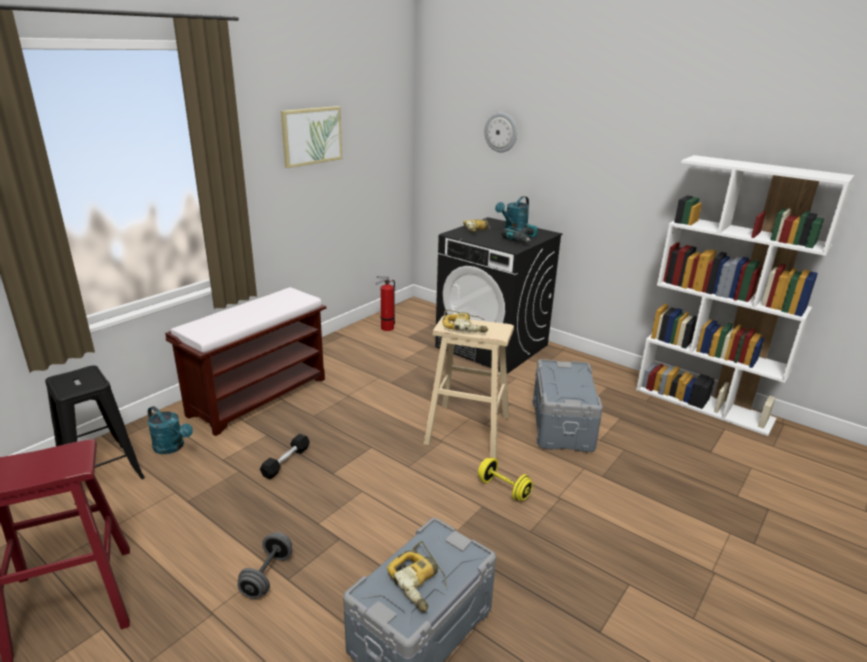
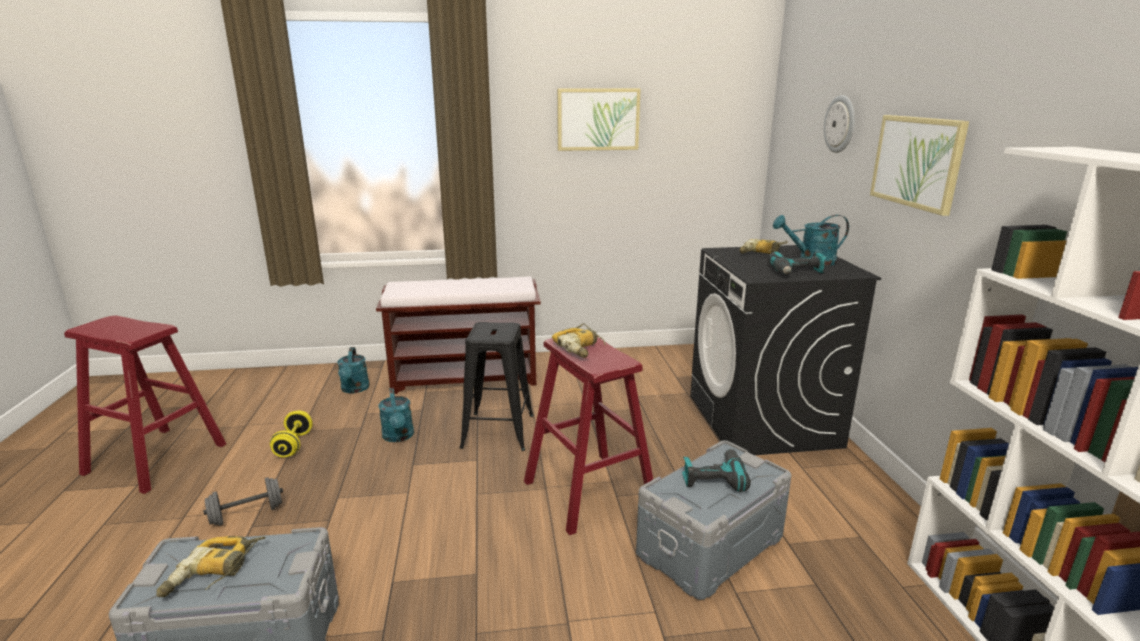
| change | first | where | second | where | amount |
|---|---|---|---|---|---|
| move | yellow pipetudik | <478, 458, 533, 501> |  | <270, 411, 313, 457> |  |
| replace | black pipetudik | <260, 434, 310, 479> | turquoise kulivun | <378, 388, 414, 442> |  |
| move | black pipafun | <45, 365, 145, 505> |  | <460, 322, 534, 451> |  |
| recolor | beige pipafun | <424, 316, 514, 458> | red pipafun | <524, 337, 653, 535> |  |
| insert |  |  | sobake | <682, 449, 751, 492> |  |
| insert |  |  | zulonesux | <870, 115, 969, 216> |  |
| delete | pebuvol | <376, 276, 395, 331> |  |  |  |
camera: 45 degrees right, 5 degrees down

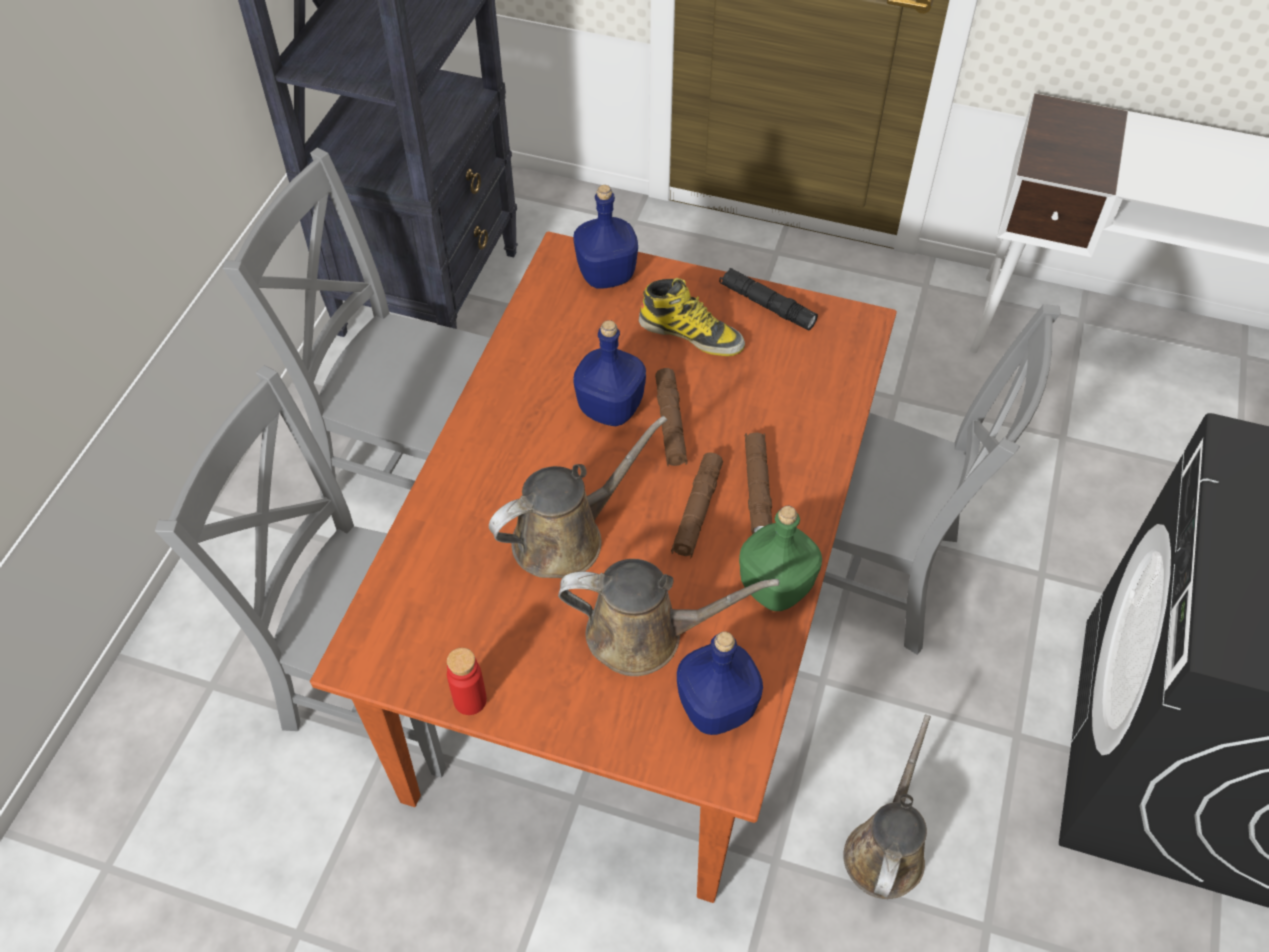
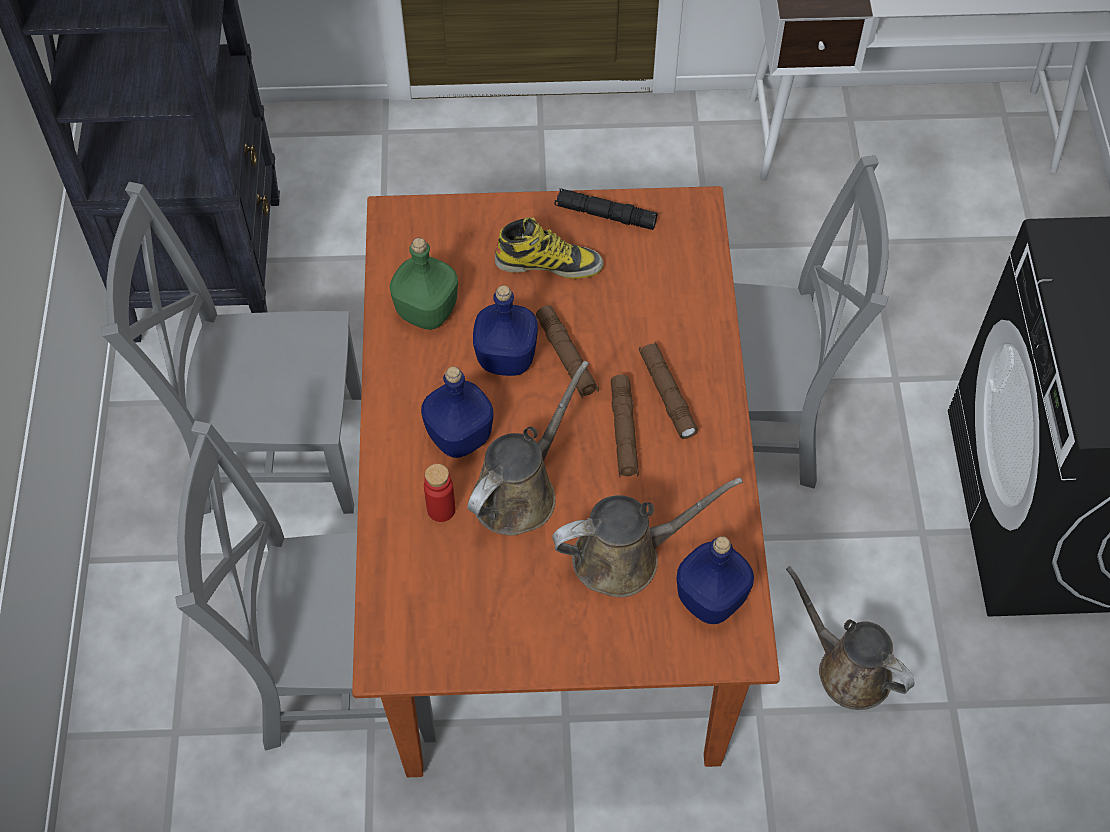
| change | first | where | second | where | amount |
|---|---|---|---|---|---|
| move | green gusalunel | <739, 506, 822, 611> |  | <390, 238, 458, 330> |  |
| move | blue gusalunel | <574, 185, 638, 289> |  | <421, 367, 493, 458> |  |
| move | red gusalunel | <447, 648, 487, 715> |  | <424, 464, 456, 522> |  |
| rotate | brown kulivun | <843, 714, 931, 899> |  | <786, 566, 914, 710> | 45 degrees counterclockwise |
camera: 20 degrees left, 5 degrees up

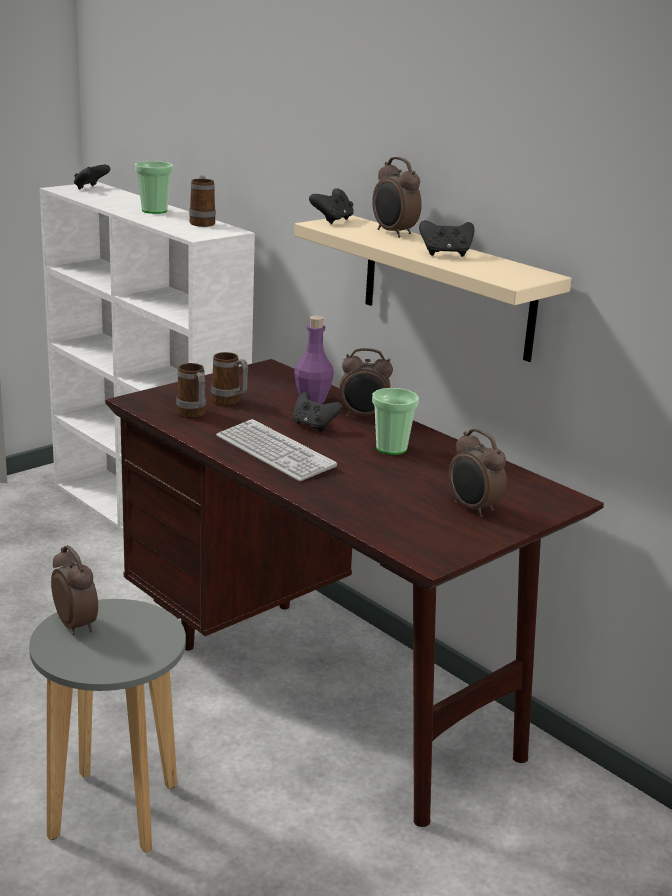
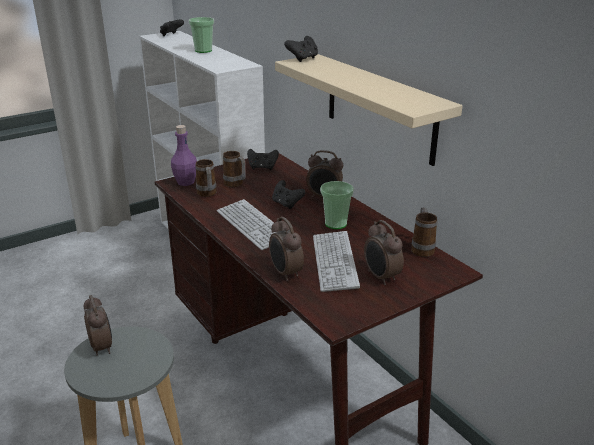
| change | first | where | second | where | amount |
|---|---|---|---|---|---|
| move | purple gusalunel | <294, 316, 334, 404> |  | <171, 125, 197, 186> |  |
| move | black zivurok | <419, 220, 475, 257> |  | <247, 149, 279, 170> |  |
| move | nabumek | <372, 157, 422, 238> |  | <269, 217, 304, 281> |  |
| insert |  |  | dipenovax | <313, 231, 360, 292> |  |
| move | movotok | <189, 175, 216, 227> |  | <411, 207, 437, 257> |  |
camera: 10 degrees right, 5 degrees up

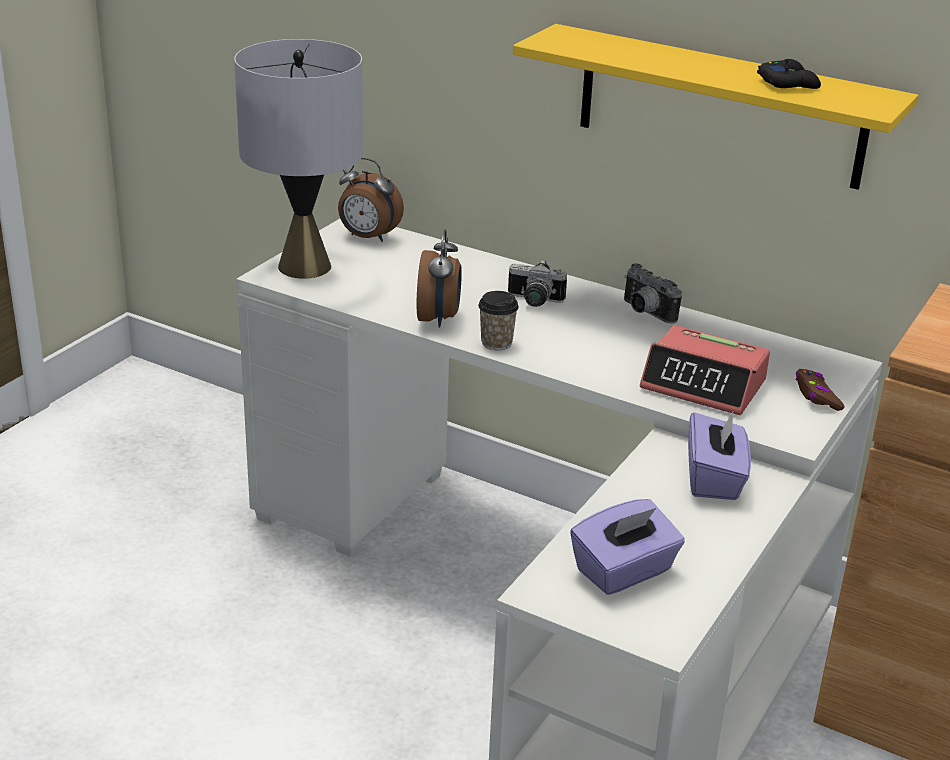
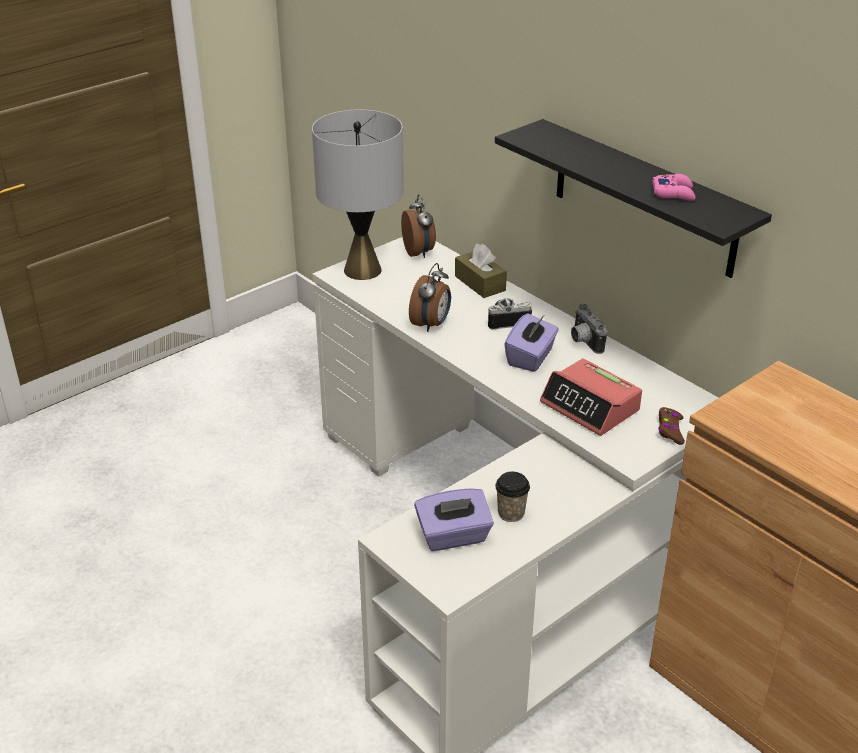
| change | first | where | second | where | amount |
|---|---|---|---|---|---|
| rotate | nabumek | <338, 158, 404, 242> |  | <401, 194, 436, 258> | 150 degrees counterclockwise |
| insert |  |  | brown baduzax | <455, 244, 507, 298> |  |
| rotate | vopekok | <508, 259, 567, 307> |  | <488, 298, 532, 329> | 135 degrees clockwise |
| recolor | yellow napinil | <513, 24, 918, 190> | black napinil | <495, 119, 772, 278> |  |
| move | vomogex | <478, 291, 519, 350> |  | <495, 472, 530, 522> |  |
| move | purple baduzax | <688, 410, 751, 500> |  | <504, 313, 559, 372> |  |
| recolor | black zivurok | <757, 59, 821, 89> | pink zivurok | <653, 174, 696, 201> |  |
camera: 20 degrees right, 5 degrees up

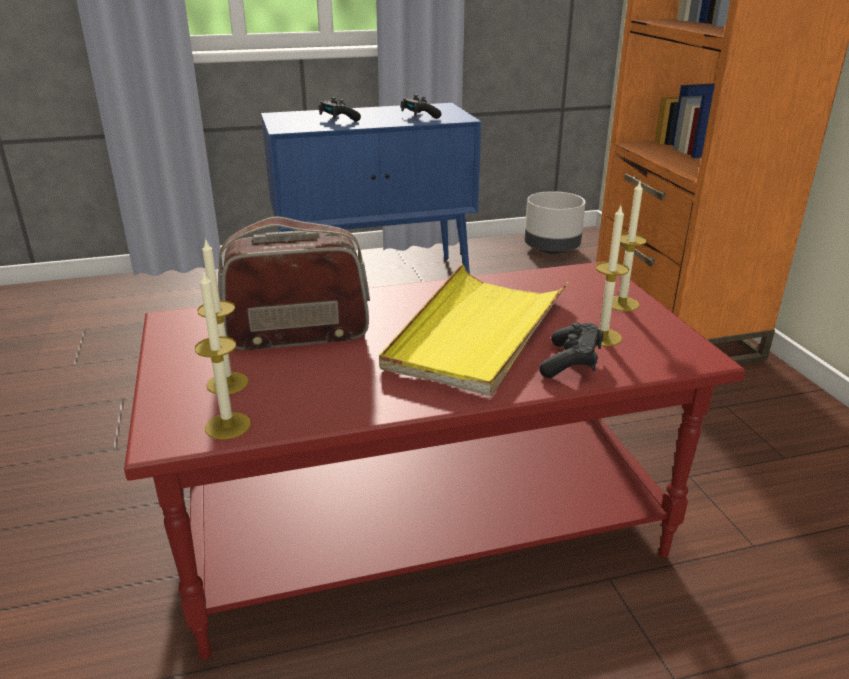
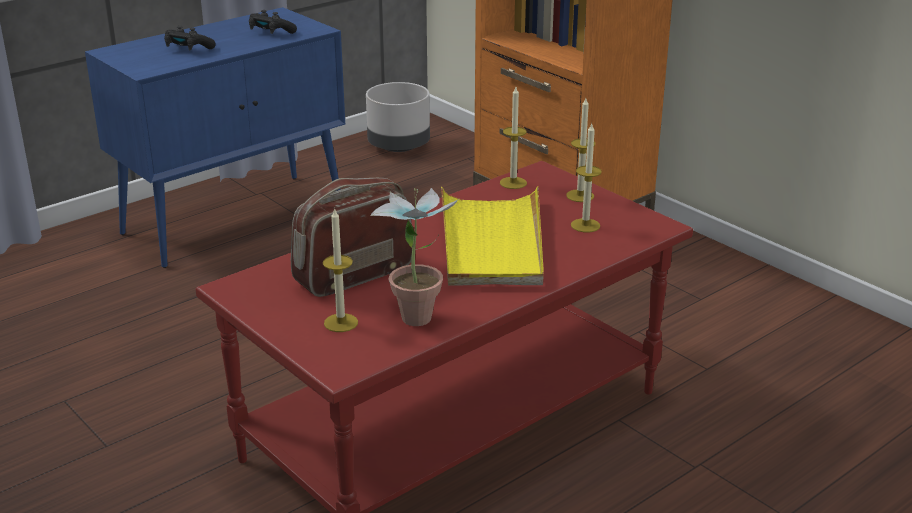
| change | first | where | second | where | amount |
|---|---|---|---|---|---|
| insert |  |  | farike | <370, 188, 458, 326> |  |
| move | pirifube | <195, 270, 251, 440> |  | <500, 87, 527, 189> |  |
| delete | black zivurok | <539, 322, 603, 378> |  |  |  |
camera: 25 degrees left, 0 degrees up

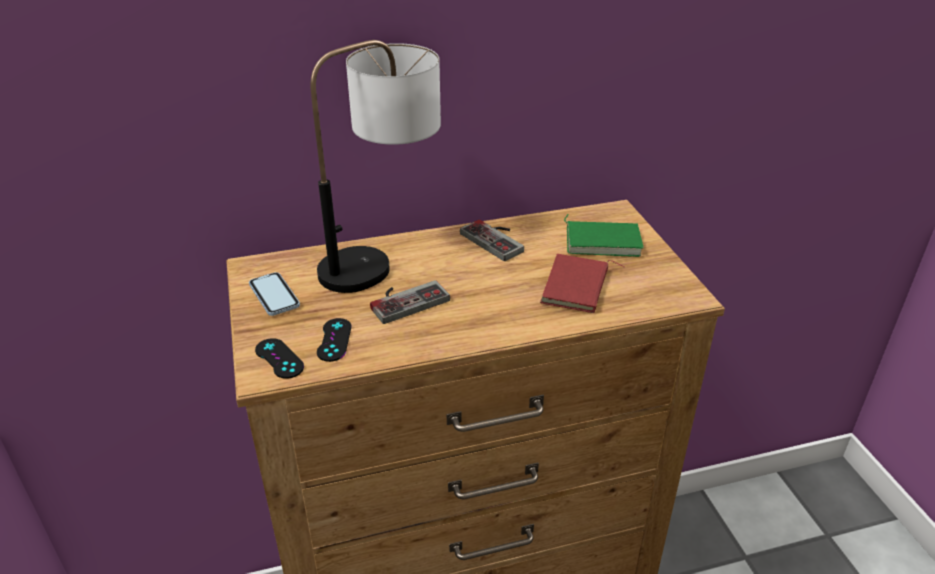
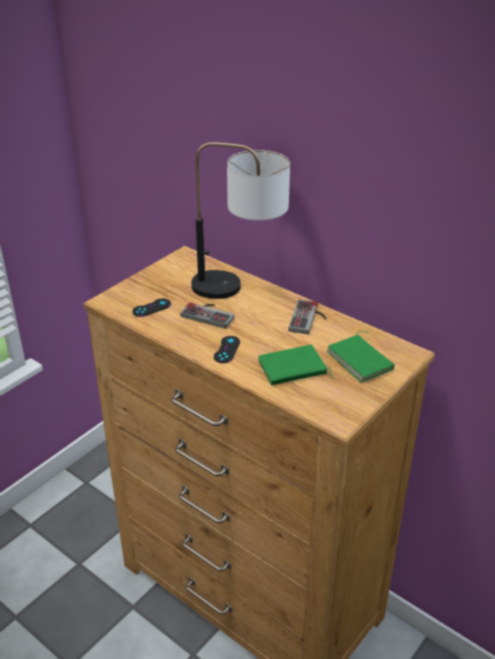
| change | first | where | second | where | amount |
|---|---|---|---|---|---|
| move | black zivurok | <255, 338, 304, 379> |  | <214, 336, 240, 363> |  |
| recolor | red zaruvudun | <540, 254, 625, 313> | green zaruvudun | <258, 345, 332, 385> |  |
| delete | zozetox | <249, 272, 300, 316> |  |  |  |
camera: 55 degrees right, 0 degrees up

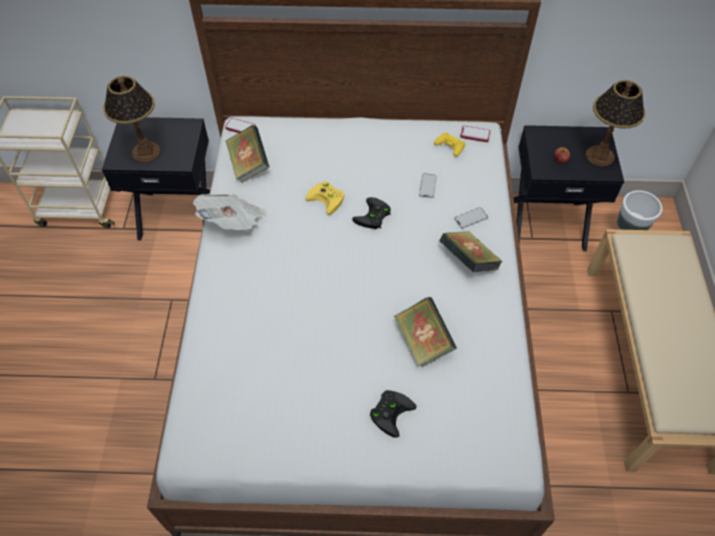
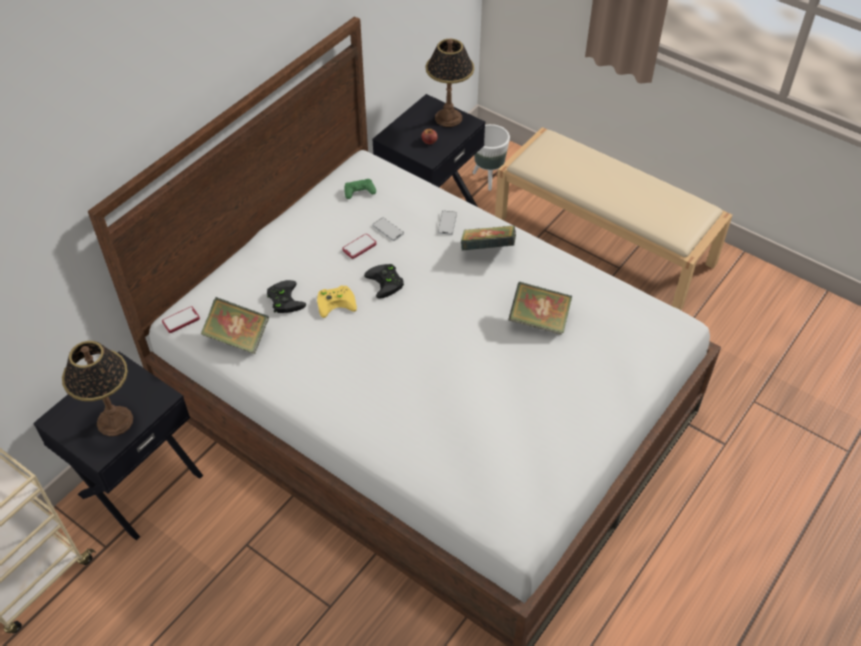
| change | first | where | second | where | amount |
|---|---|---|---|---|---|
| move | black zivurok | <370, 390, 417, 438> |  | <267, 280, 306, 313> |  |
| move | zozetox | <460, 126, 490, 142> |  | <342, 234, 376, 259> |  |
| recolor | yellow zivurok | <434, 133, 466, 157> | green zivurok | <344, 179, 376, 199> |  |
| delete | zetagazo | <193, 194, 266, 231> |  |  |  |
camera: 55 degrees left, 5 degrees down

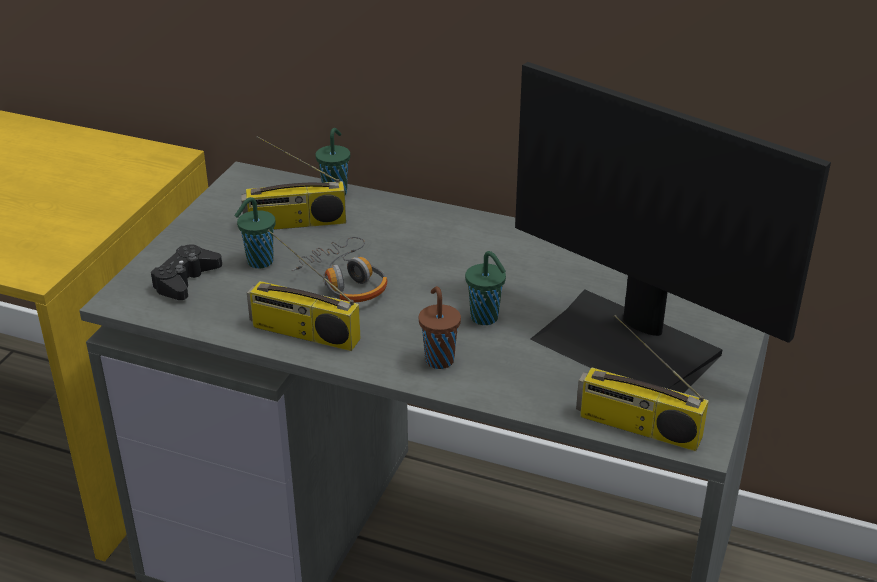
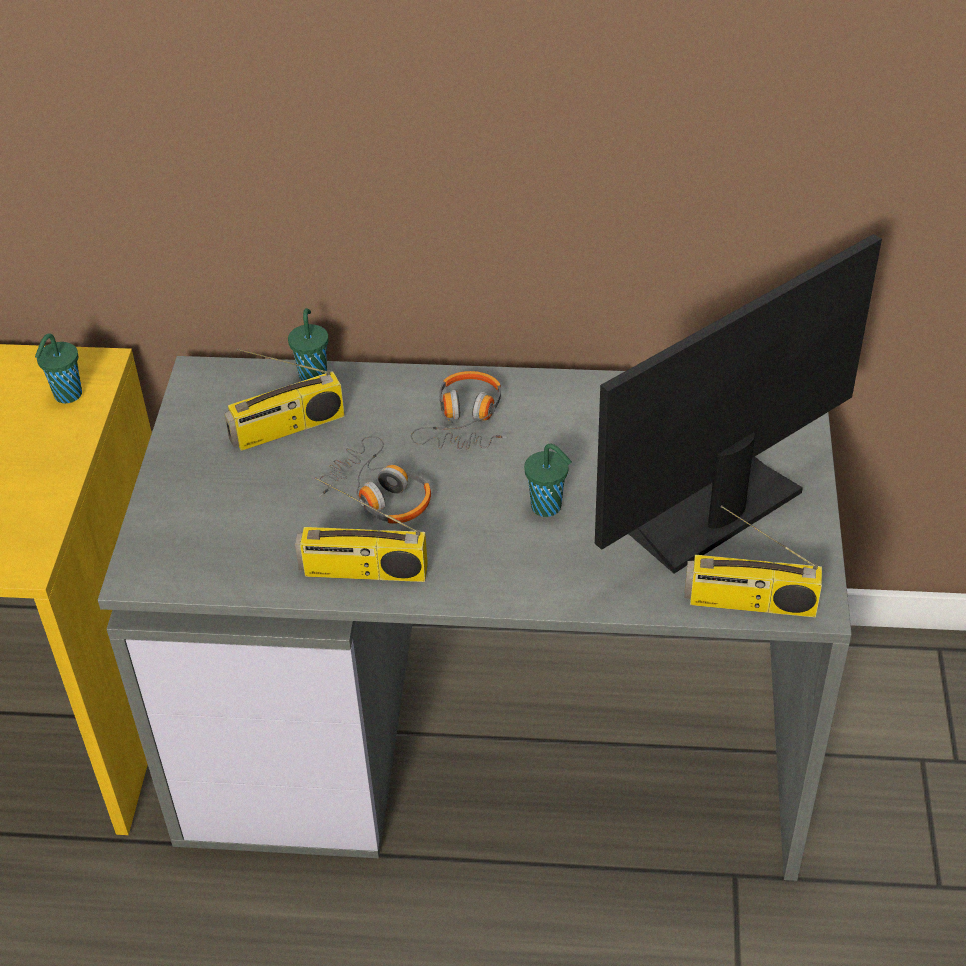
| change | first | where | second | where | amount |
|---|---|---|---|---|---|
| move | green vomogex | <235, 197, 275, 269> |  | <35, 333, 82, 403> |  |
| insert |  |  | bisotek | <411, 371, 507, 449> |  |
| rotate | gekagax | <515, 62, 831, 393> |  | <595, 234, 882, 574> | 120 degrees clockwise |
| delete | black zivurok | <151, 244, 222, 300> |  |  |  |
| delete | brown vomogex | <419, 286, 461, 369> |  |  |  |
camera: 15 degrees left, 10 degrees up

